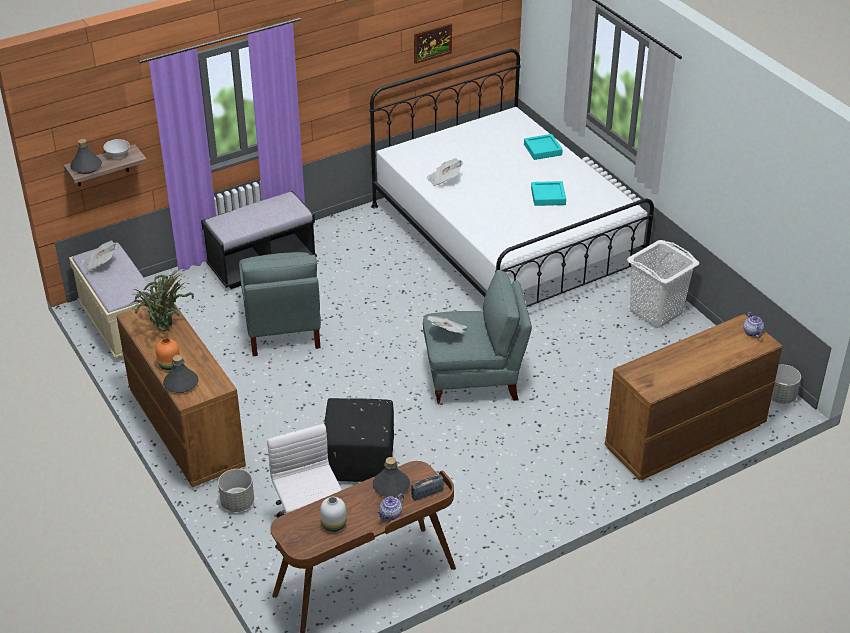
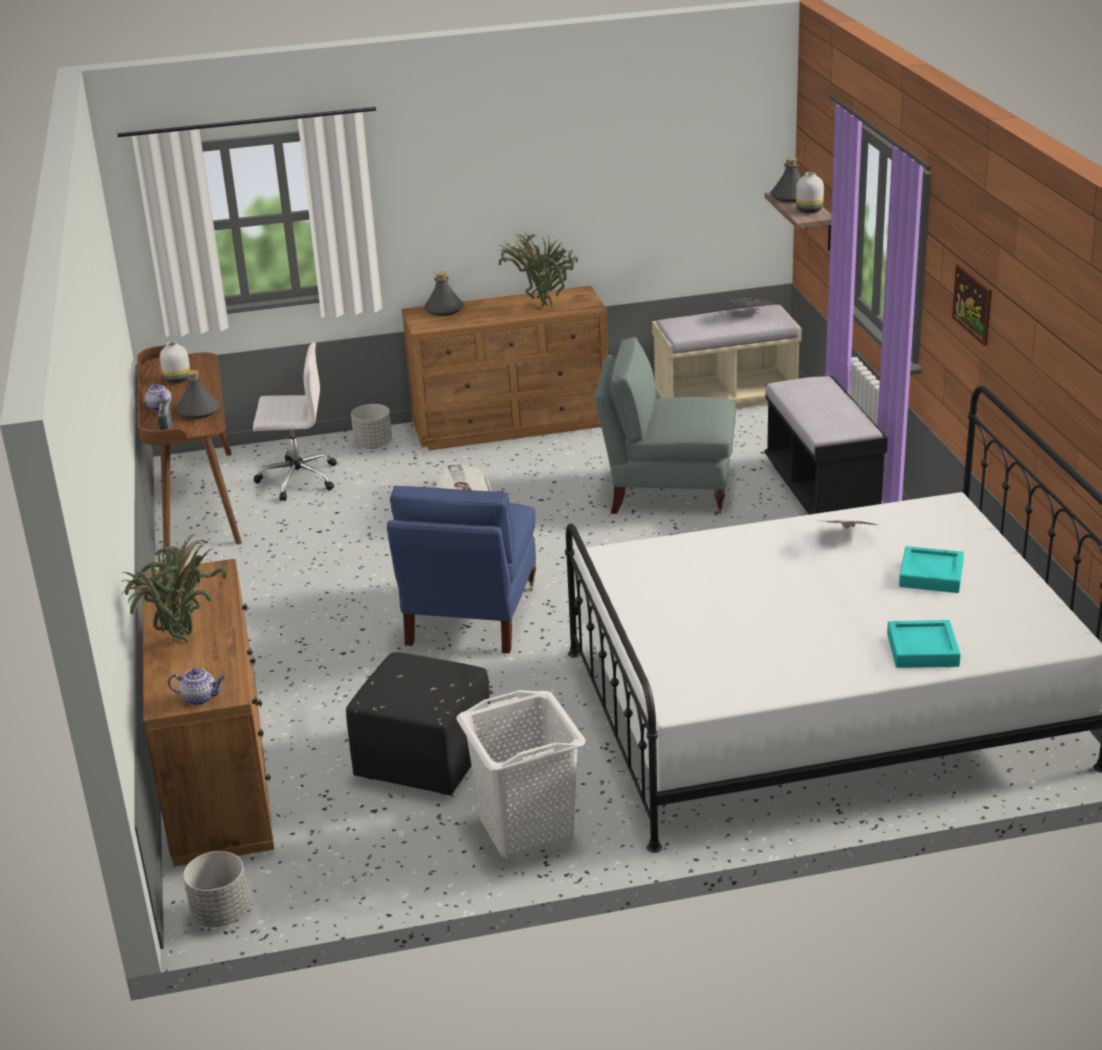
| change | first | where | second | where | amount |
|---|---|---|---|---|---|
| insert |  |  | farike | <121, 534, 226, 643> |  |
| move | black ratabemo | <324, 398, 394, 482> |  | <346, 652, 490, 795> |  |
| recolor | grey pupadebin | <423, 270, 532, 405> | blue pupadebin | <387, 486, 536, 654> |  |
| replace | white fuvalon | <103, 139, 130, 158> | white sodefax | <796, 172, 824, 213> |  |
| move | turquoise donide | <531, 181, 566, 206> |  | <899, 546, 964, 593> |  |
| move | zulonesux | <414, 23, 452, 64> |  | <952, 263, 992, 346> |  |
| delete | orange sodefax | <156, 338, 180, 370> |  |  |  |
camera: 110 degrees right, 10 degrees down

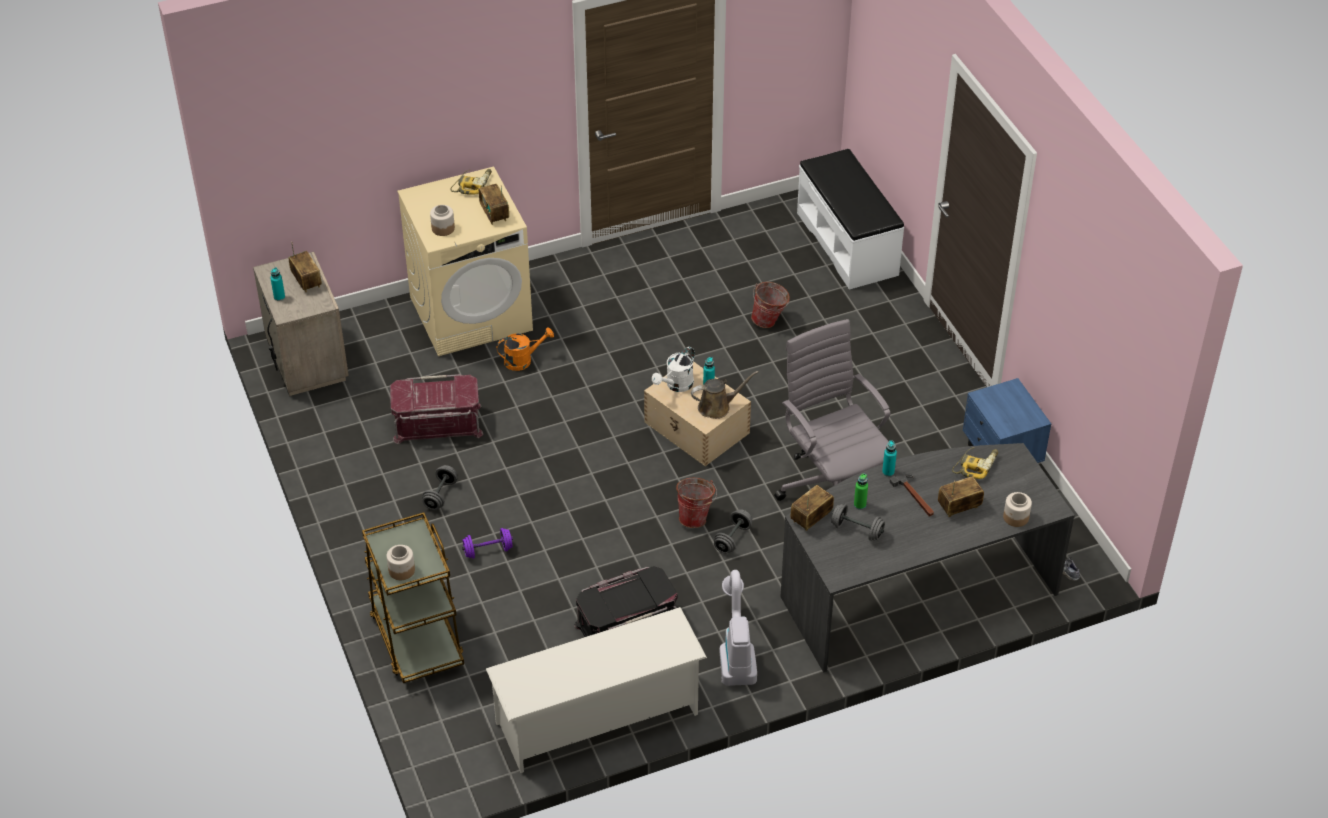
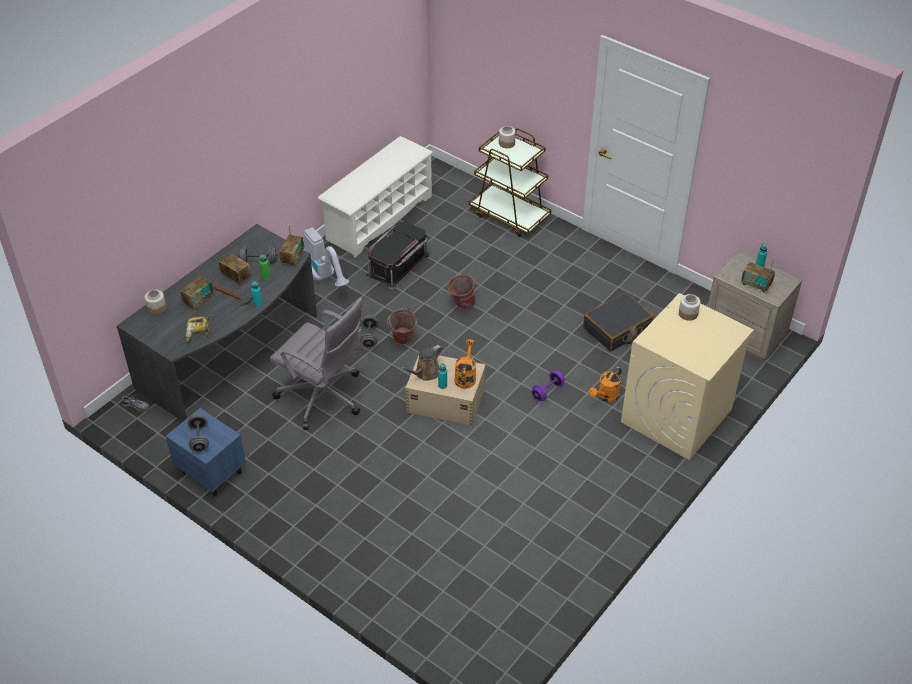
| change | first | where | second | where | amount |
|---|---|---|---|---|---|
| move | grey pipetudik | <422, 465, 457, 510> |  | <188, 413, 209, 452> |  |
| move | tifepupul | <478, 184, 509, 225> |  | <218, 248, 251, 285> |  |
| move | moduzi | <751, 282, 790, 328> |  | <446, 274, 476, 310> |  |
| recolor | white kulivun | <652, 347, 695, 392> | orange kulivun | <454, 339, 476, 389> |  |
| move | purple pipetudik | <462, 528, 513, 559> |  | <531, 371, 565, 401> |  |
| replace | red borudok | <390, 374, 483, 444> | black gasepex | <583, 292, 654, 352> |  |
| delete | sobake | <451, 169, 492, 195> |  |  |  |
| delete | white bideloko | <797, 149, 904, 290> |  |  |  |
camera: 150 degrees right, 0 degrees up

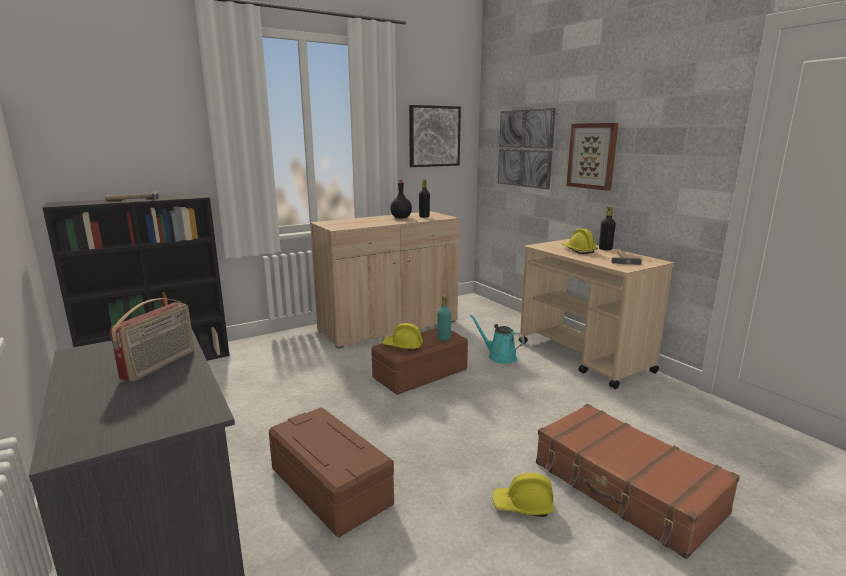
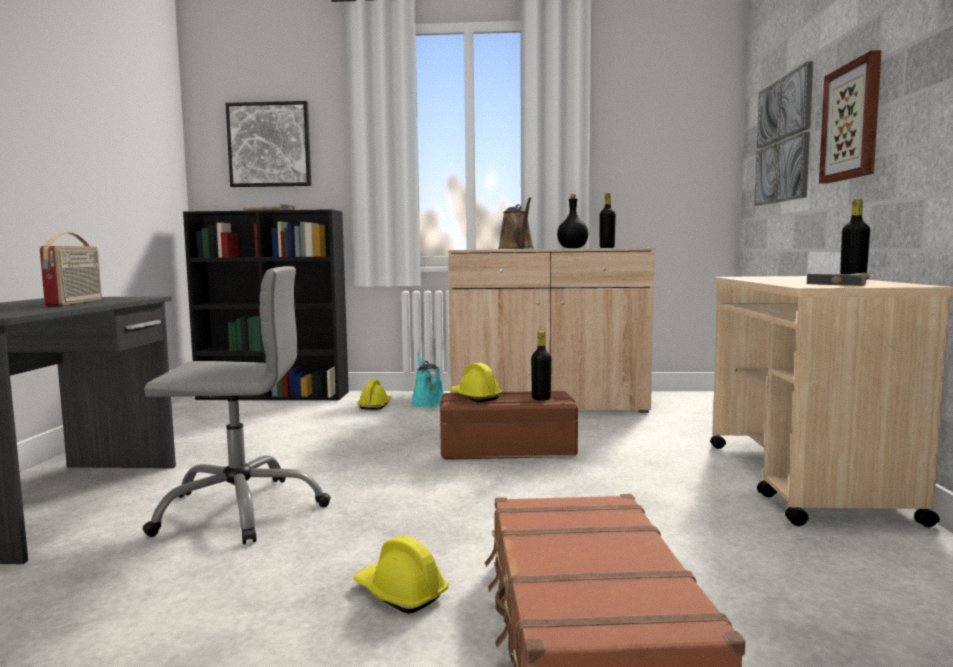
| change | first | where | second | where | amount |
|---|---|---|---|---|---|
| rotate | tifepupul | <110, 298, 194, 382> |  | <40, 232, 102, 306> | 60 degrees counterclockwise |
| replace | brown borudok | <269, 407, 394, 537> | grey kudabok | <143, 266, 331, 544> |  |
| move | zulonesux | <409, 105, 461, 167> |  | <226, 101, 312, 187> |  |
| move | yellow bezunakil | <562, 229, 598, 254> |  | <357, 380, 392, 409> |  |
| move | turquoise kulivun | <470, 315, 525, 364> |  | <411, 352, 444, 407> |  |
| insert |  |  | brown kulivun | <498, 198, 534, 249> |  |
| recolor | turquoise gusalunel | <437, 295, 451, 341> | black gusalunel | <531, 331, 551, 401> |  |
camera: 35 degrees right, 10 degrees down

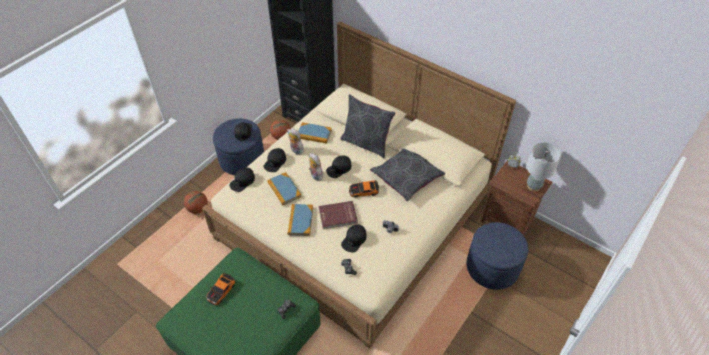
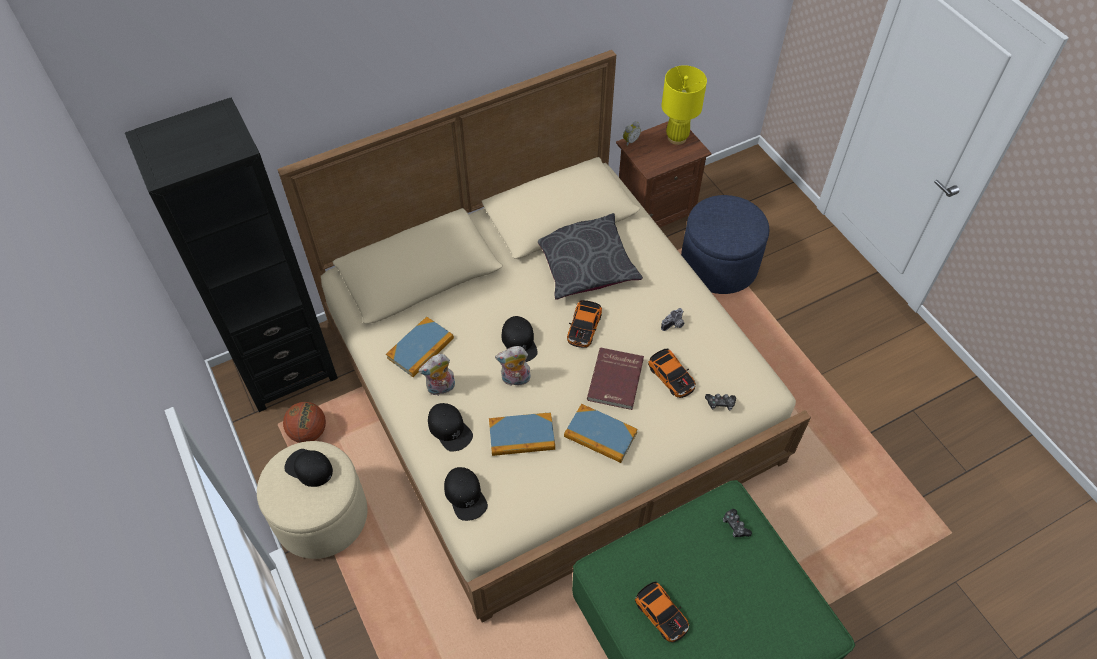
| change | first | where | second | where | amount |
|---|---|---|---|---|---|
| recolor | blue ratabemo | <213, 118, 264, 175> | beige ratabemo | <257, 441, 368, 559> |  |
| replace | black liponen | <341, 224, 366, 252> | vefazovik | <648, 349, 696, 398> |  |
| recolor | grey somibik | <527, 142, 561, 192> | yellow somibik | <661, 65, 707, 145> |  |
| delete | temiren | <184, 191, 208, 214> |  |  |  |
| delete | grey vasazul | <340, 94, 396, 158> |  |  |  |
camera: 65 degrees left, 5 degrees up

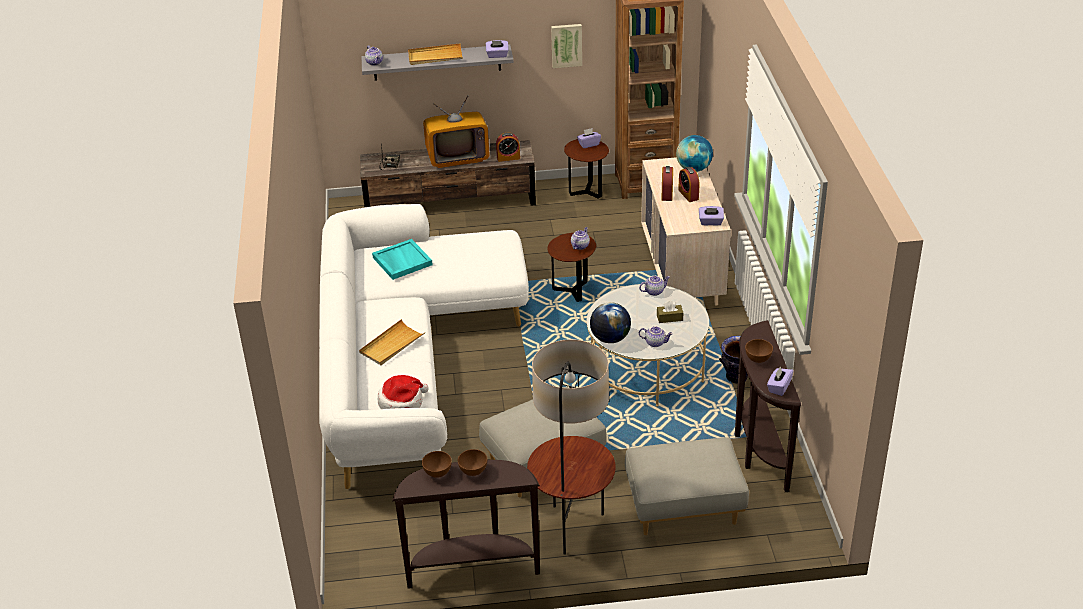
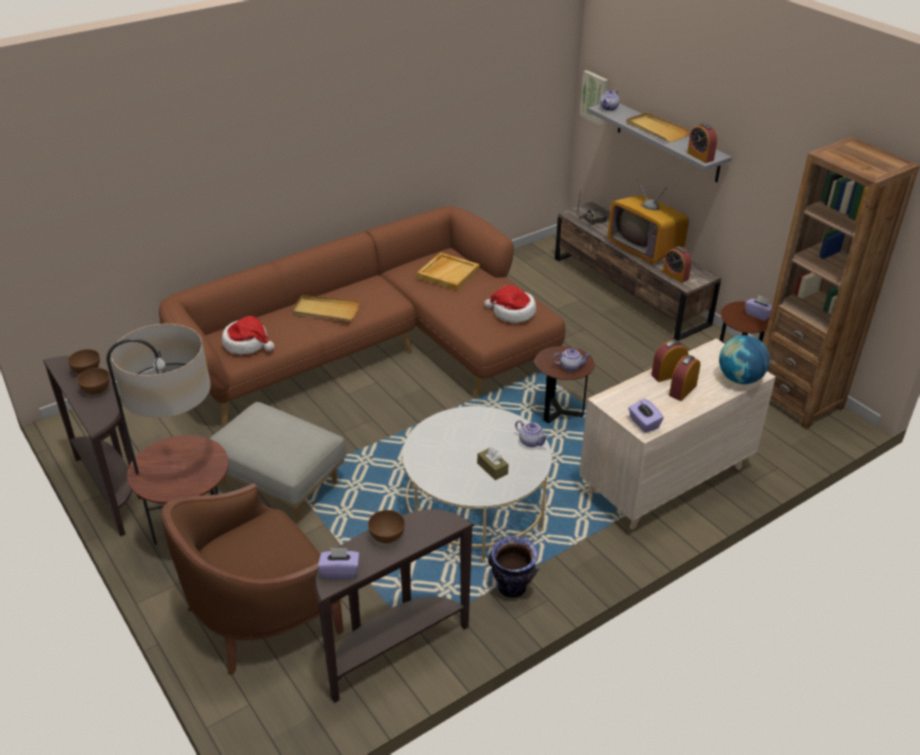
| change | first | where | second | where | amount |
|---|---|---|---|---|---|
| recolor | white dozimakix | <319, 204, 529, 489> | brown dozimakix | <159, 206, 565, 426> |  |
| replace | grey ratabemo | <625, 437, 749, 535> | brown pupadebin | <161, 483, 344, 674> |  |
| recolor | turquoise donide | <372, 239, 433, 280> | beige donide | <417, 252, 480, 291> |  |
| insert |  |  | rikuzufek | <484, 286, 536, 323> |  |
| move | zulonesux | <551, 24, 582, 68> |  | <580, 70, 608, 126> |  |
| replace | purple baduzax | <486, 40, 508, 58> | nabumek | <687, 123, 717, 163> |  |
| delete | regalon | <590, 302, 631, 343> |  |  |  |
| delete | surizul | <639, 326, 673, 347> |  |  |  |
camera: 60 degrees right, 0 degrees up

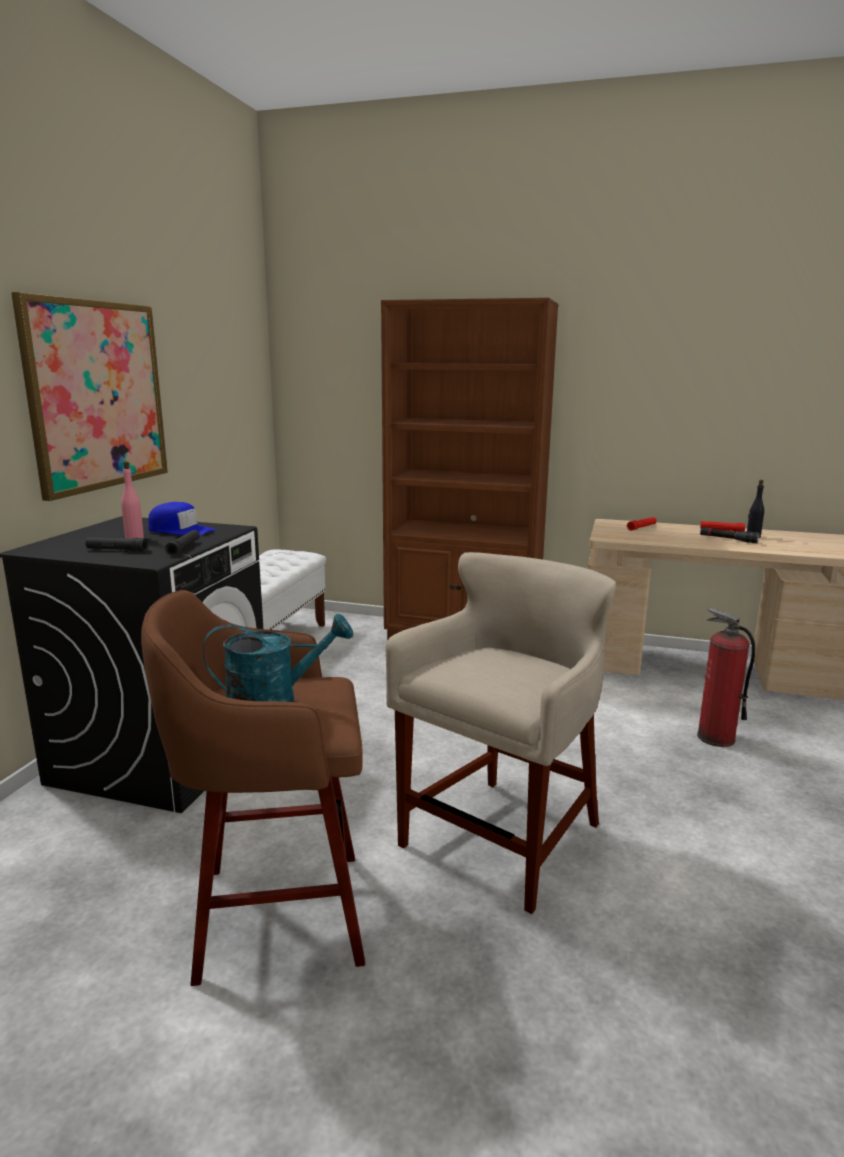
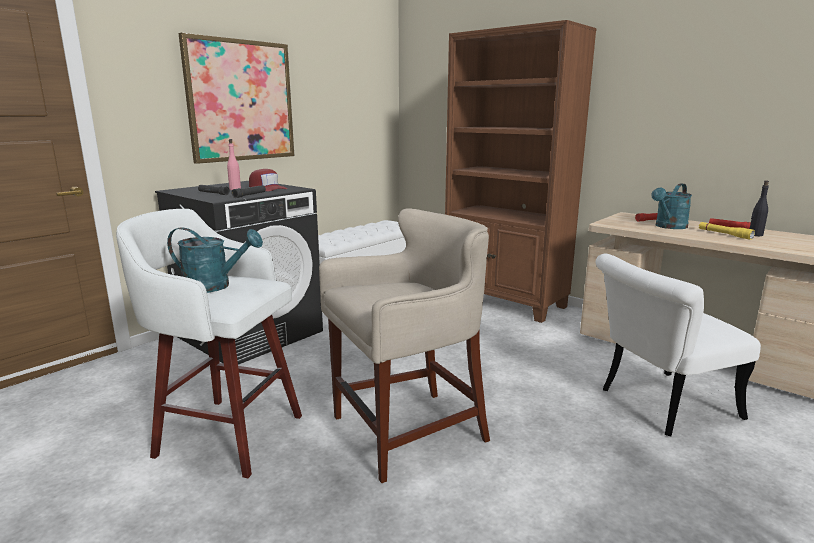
| change | first | where | second | where | amount |
|---|---|---|---|---|---|
| recolor | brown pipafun | <141, 590, 365, 986> | white pipafun | <116, 209, 302, 478> |  |
| recolor | blue liponen | <148, 502, 216, 536> | red liponen | <249, 169, 288, 191> |  |
| replace | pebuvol | <697, 607, 755, 747> | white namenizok | <596, 254, 761, 436> |  |
| insert |  |  | turquoise kulivun | <651, 183, 692, 229> |  |
| recolor | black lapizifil | <700, 527, 760, 543> | yellow lapizifil | <699, 222, 755, 240> |  |
camera: 25 degrees right, 0 degrees up

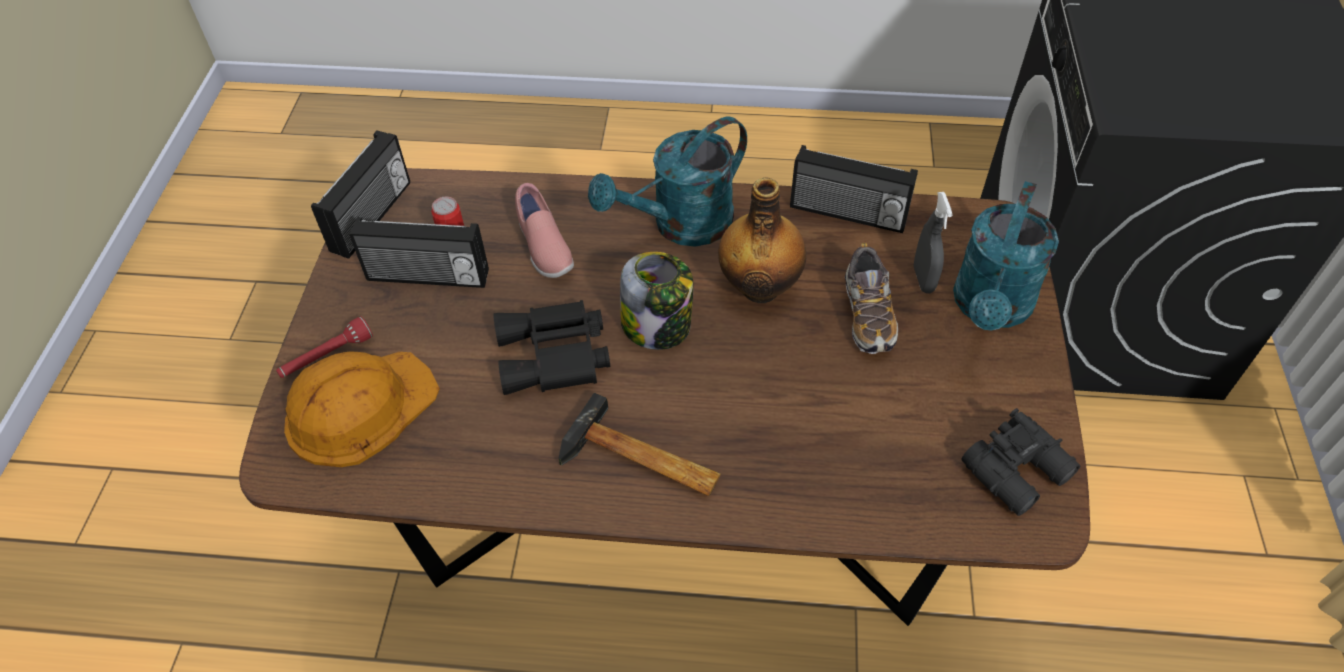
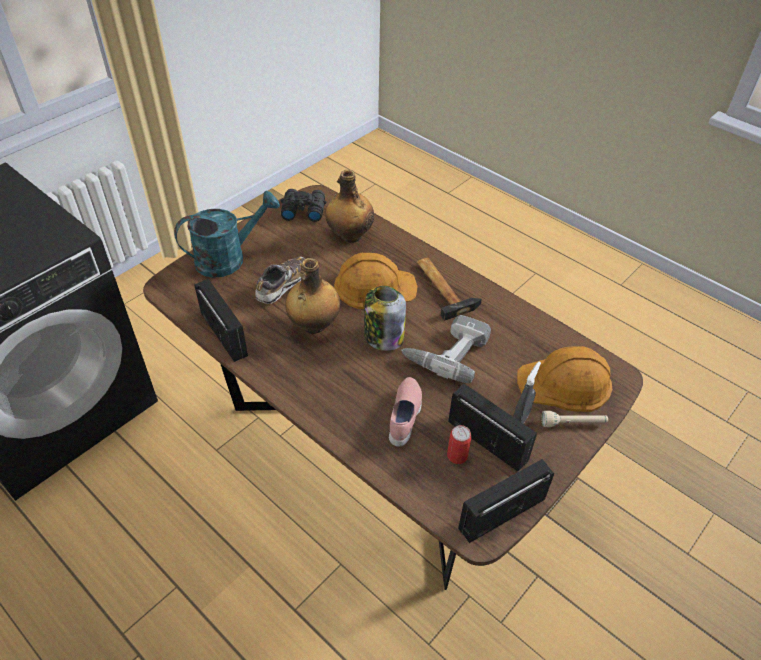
| change | first | where | second | where | amount |
|---|---|---|---|---|---|
| insert |  |  | gusalunel | <325, 170, 374, 243> |  |
| insert |  |  | orange bezunakil | <334, 253, 418, 309> |  |
| replace | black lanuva | <493, 300, 610, 395> | sobake | <401, 315, 491, 383> |  |
| move | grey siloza | <914, 192, 953, 293> |  | <513, 361, 541, 424> |  |
| recolor | red lapizifil | <276, 316, 373, 378> | beige lapizifil | <541, 411, 608, 427> |  |
| delete | turquoise kulivun | <588, 117, 747, 246> |  |  |  |
camera: 145 degrees left, 5 degrees down

